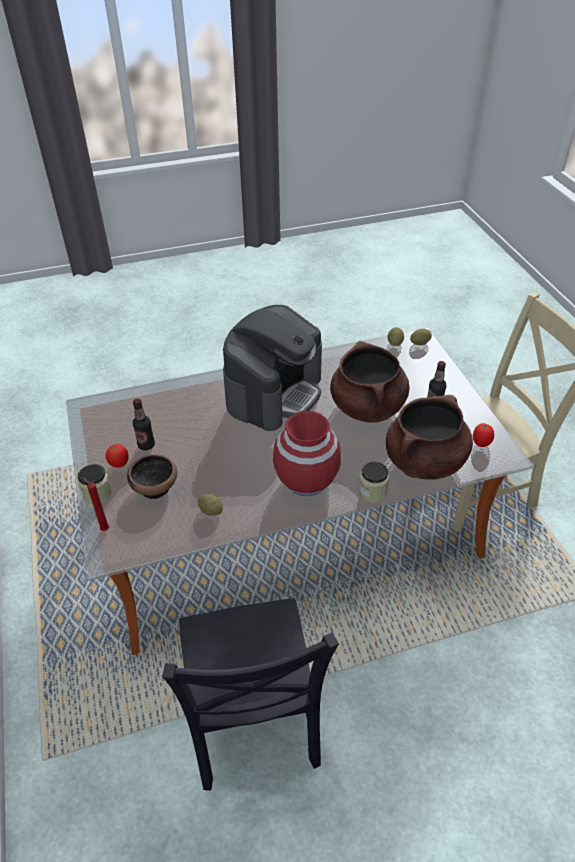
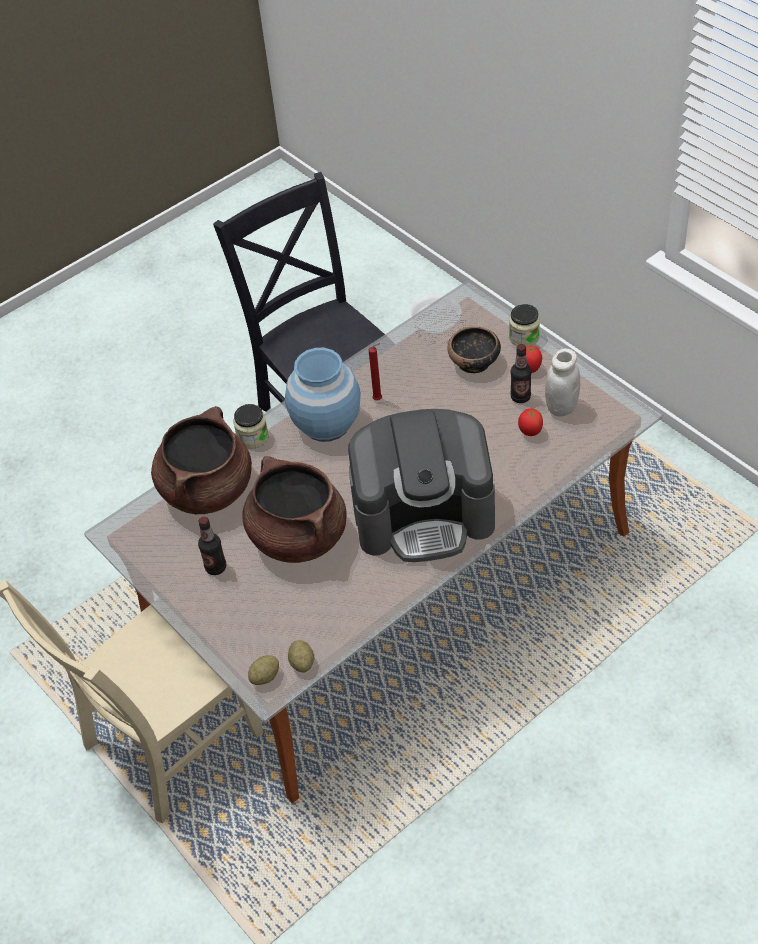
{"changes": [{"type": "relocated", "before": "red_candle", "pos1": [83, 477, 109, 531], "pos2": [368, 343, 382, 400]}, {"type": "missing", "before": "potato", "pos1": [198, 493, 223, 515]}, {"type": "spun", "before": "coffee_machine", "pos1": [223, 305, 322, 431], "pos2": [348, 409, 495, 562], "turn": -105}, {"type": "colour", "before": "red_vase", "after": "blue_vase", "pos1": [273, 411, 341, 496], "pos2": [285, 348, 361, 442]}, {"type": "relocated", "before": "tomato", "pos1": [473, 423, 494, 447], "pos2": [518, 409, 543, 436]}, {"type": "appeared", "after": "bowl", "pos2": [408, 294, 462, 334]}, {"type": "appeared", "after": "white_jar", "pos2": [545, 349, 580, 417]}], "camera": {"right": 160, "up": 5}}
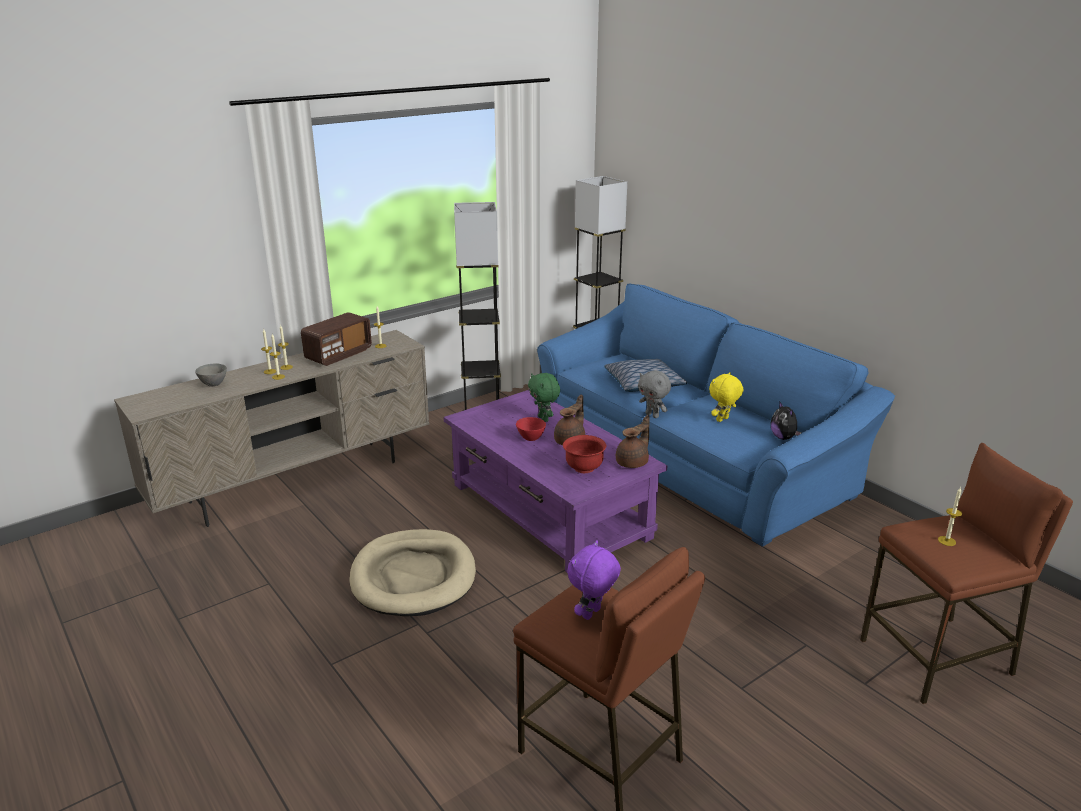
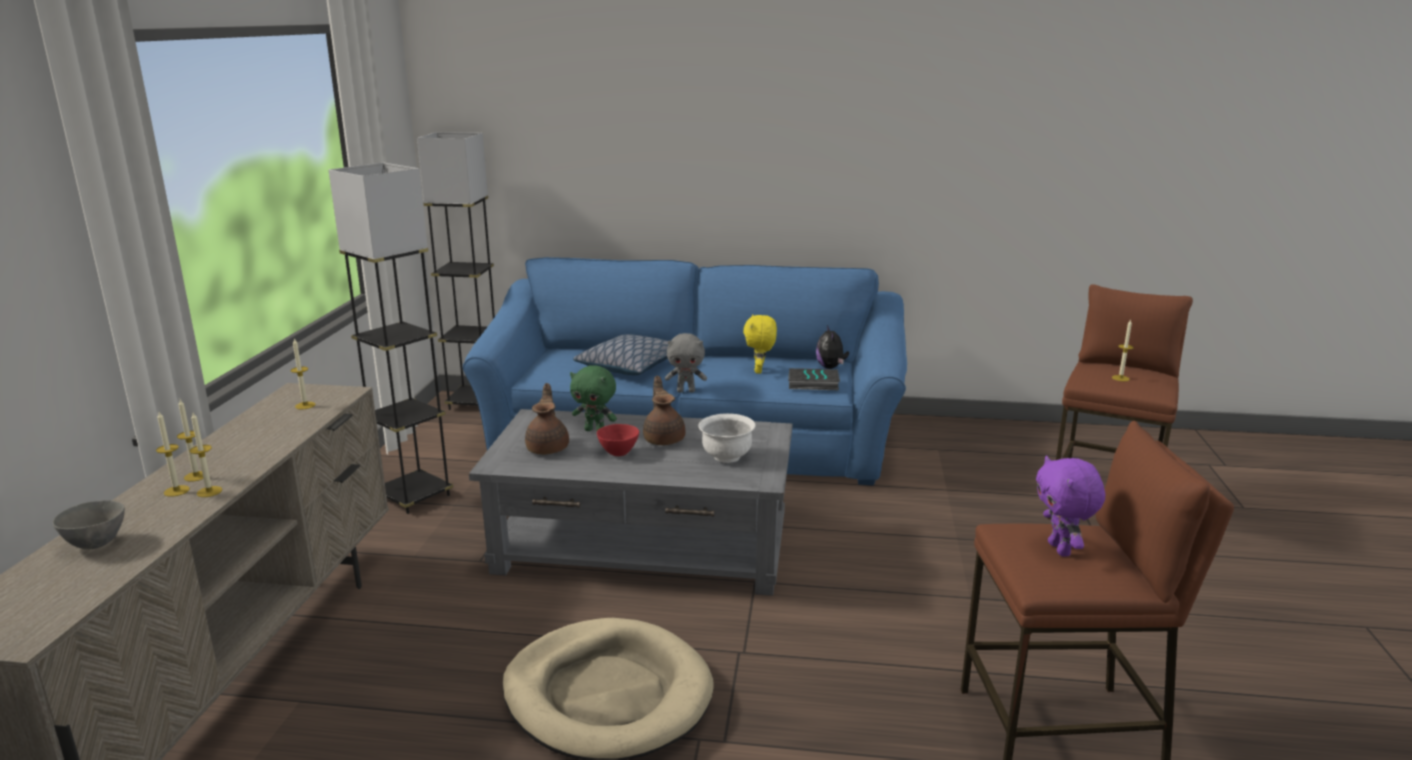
{"changes": [{"type": "missing", "before": "radio", "pos1": [301, 312, 372, 366]}, {"type": "colour", "before": "purple_coffee_table", "after": "grey_coffee_table", "pos1": [443, 390, 667, 572], "pos2": [469, 409, 793, 596]}, {"type": "colour", "before": "red_bowl", "after": "white_bowl", "pos1": [563, 435, 607, 473], "pos2": [698, 413, 756, 463]}, {"type": "relocated", "before": "brown_teapot", "pos1": [616, 415, 650, 468], "pos2": [525, 383, 569, 455]}, {"type": "spun", "before": "plush_toy", "pos1": [770, 401, 801, 440], "pos2": [816, 325, 849, 369], "turn": 60}, {"type": "appeared", "after": "book", "pos2": [788, 368, 840, 390]}], "camera": {"right": -45, "up": -5}}
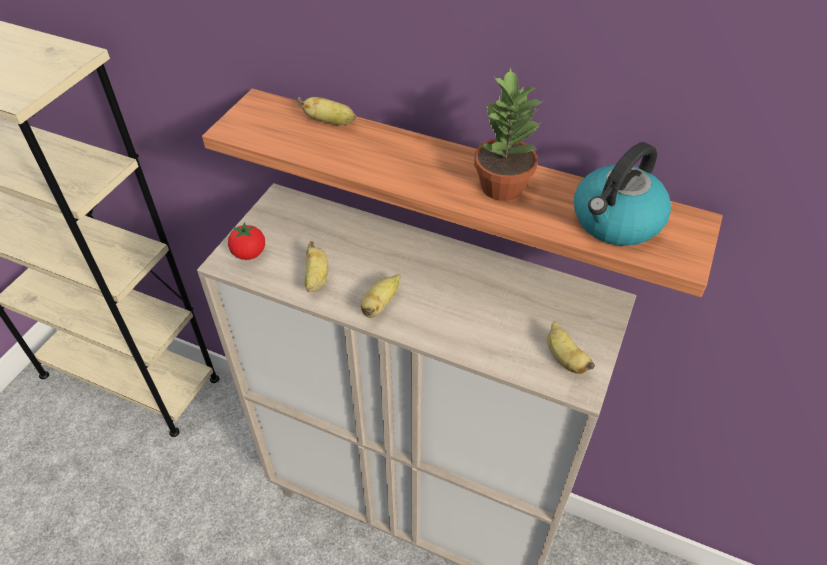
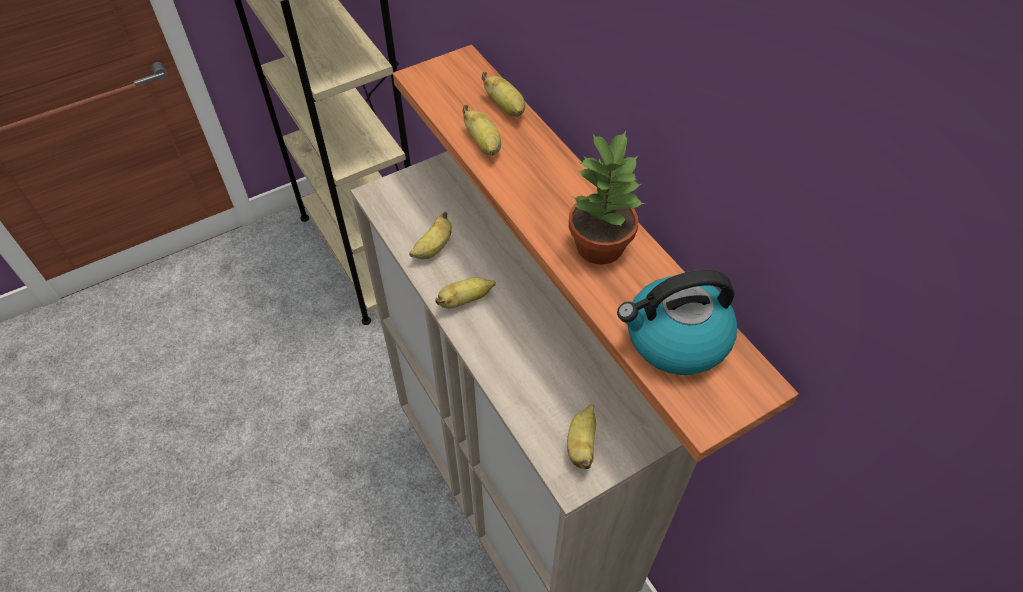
{"changes": [{"type": "missing", "before": "tomato", "pos1": [228, 222, 265, 260]}, {"type": "appeared", "after": "banana", "pos2": [462, 105, 501, 156]}], "camera": {"right": 35, "up": 5}}
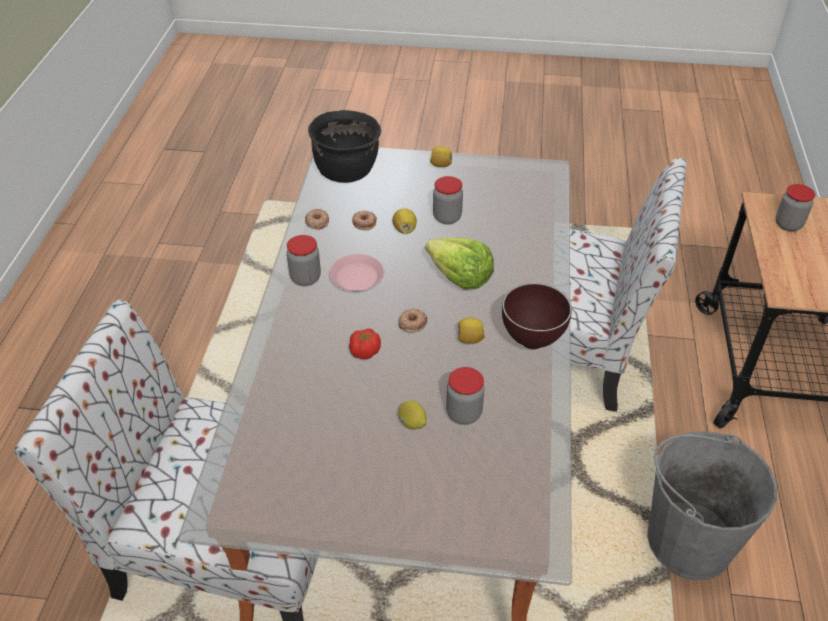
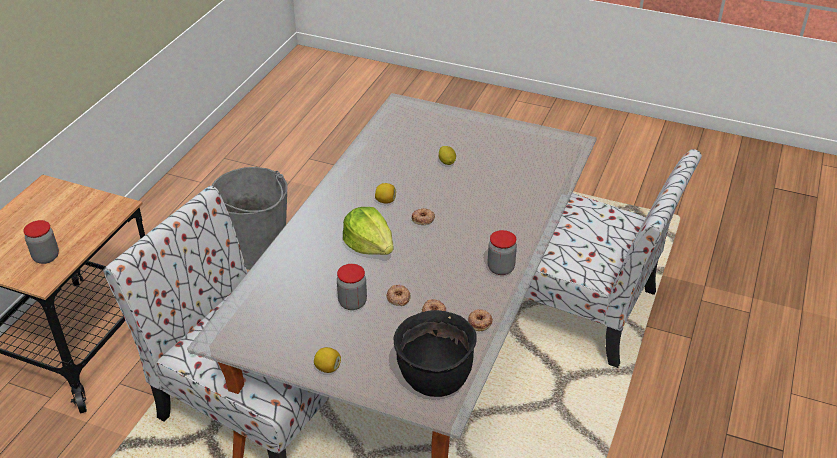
{"changes": [{"type": "missing", "before": "pink_plate", "pos1": [329, 254, 384, 291]}, {"type": "missing", "before": "tomato", "pos1": [349, 328, 381, 359]}, {"type": "exchanged", "before": "lemon", "after": "donut", "pos1": [392, 208, 417, 234], "pos2": [386, 285, 411, 306]}, {"type": "missing", "before": "jar", "pos1": [446, 367, 484, 424]}, {"type": "missing", "before": "brown_bowl", "pos1": [502, 283, 572, 349]}], "camera": {"right": -165, "up": -5}}
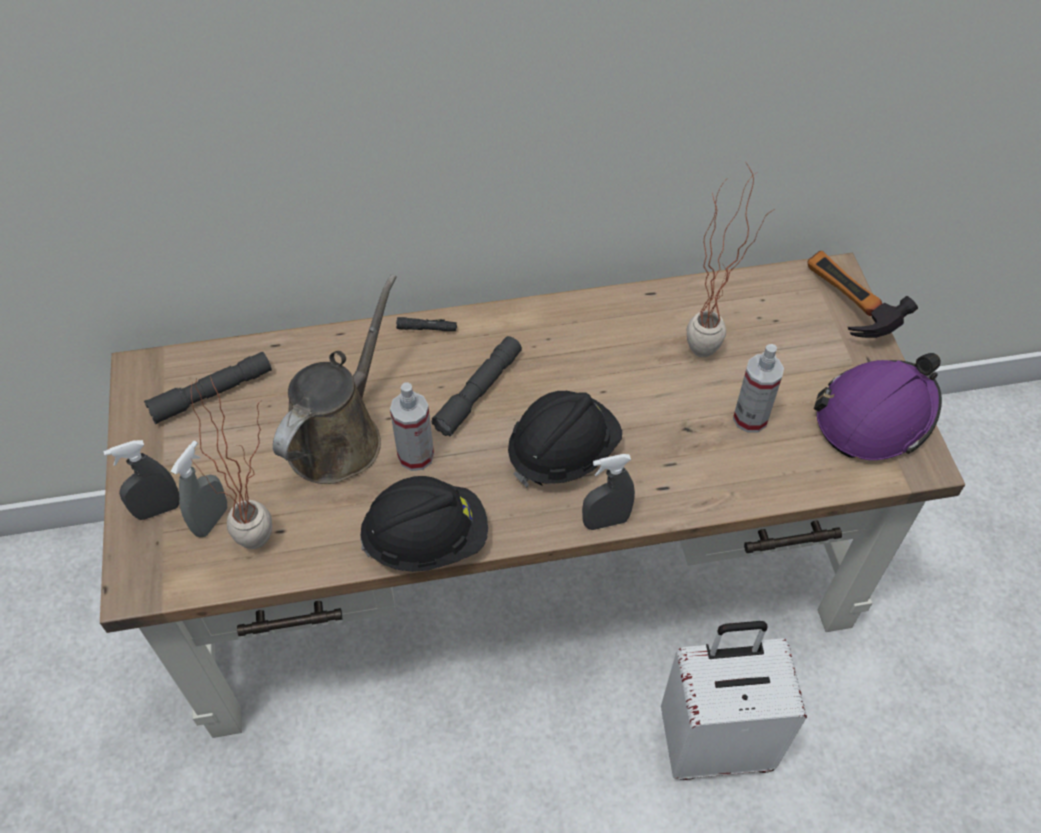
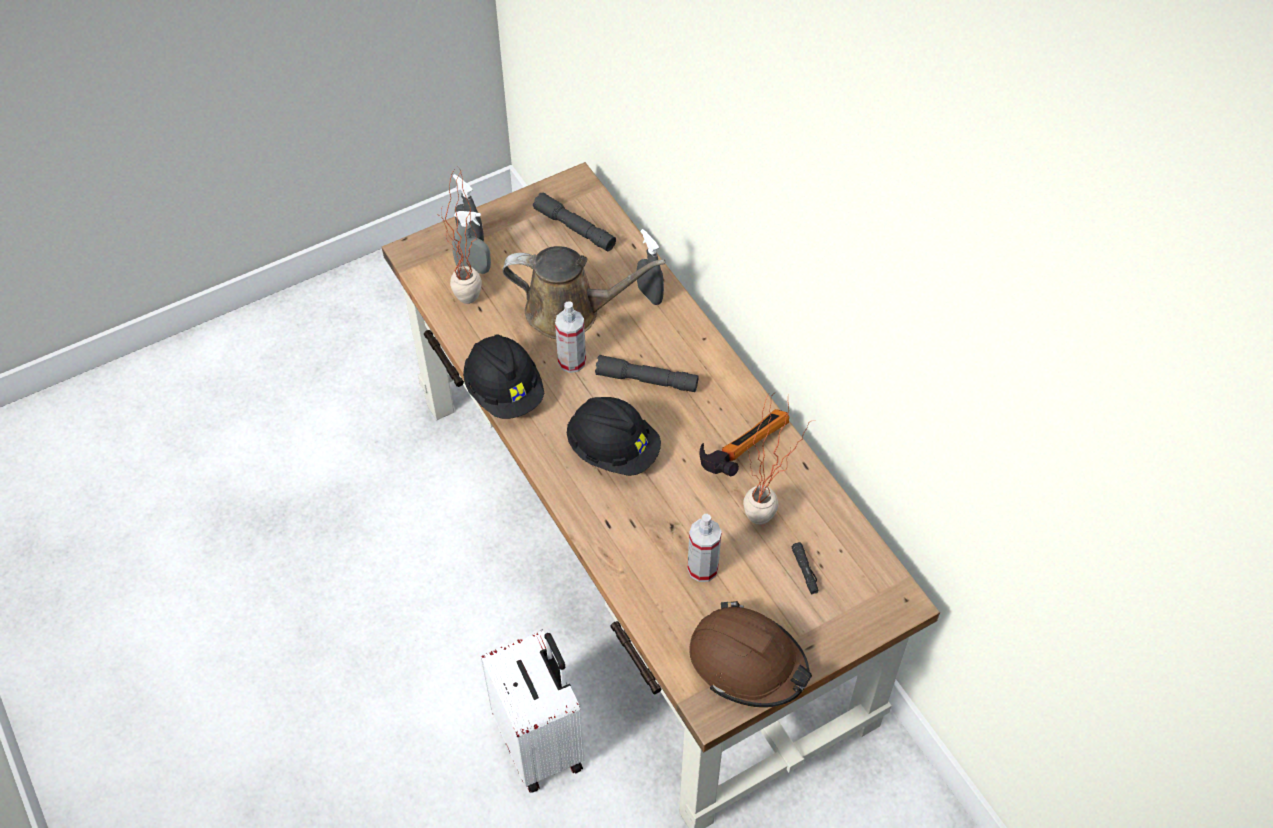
{"changes": [{"type": "relocated", "before": "black_flashlight", "pos1": [396, 317, 457, 331], "pos2": [791, 542, 818, 594]}, {"type": "relocated", "before": "grey_spray_bottle", "pos1": [582, 454, 635, 530], "pos2": [637, 229, 664, 305]}, {"type": "relocated", "before": "hammer", "pos1": [807, 251, 918, 338], "pos2": [699, 409, 789, 476]}, {"type": "colour", "before": "purple_hard_hat", "after": "brown_hard_hat", "pos1": [814, 353, 942, 460], "pos2": [689, 601, 812, 707]}], "camera": {"right": 70, "up": 0}}
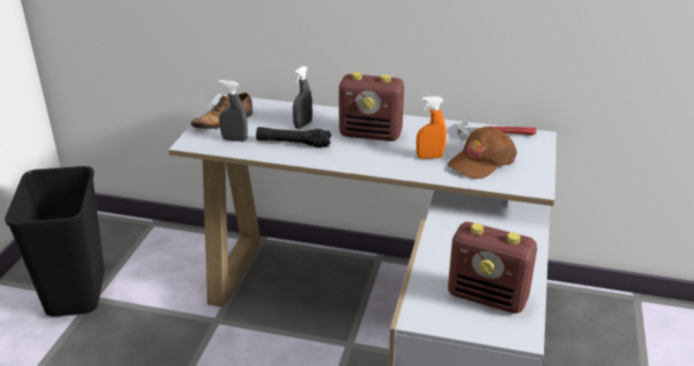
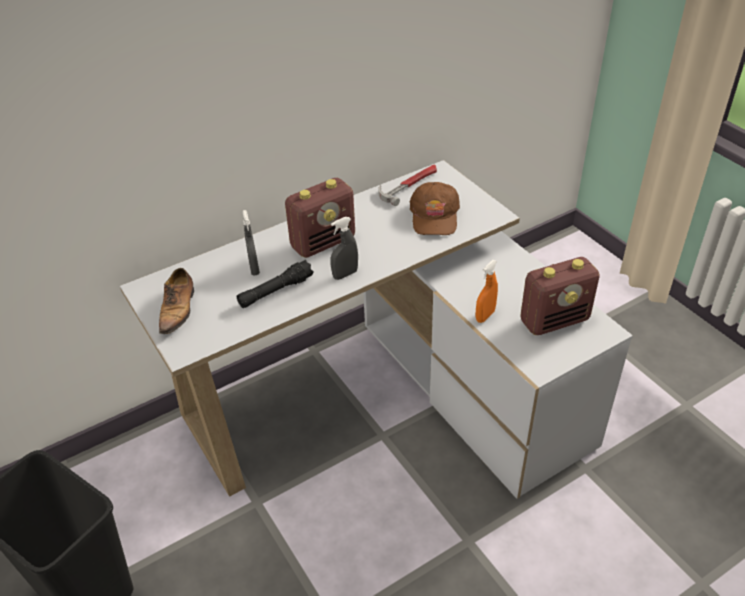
{"changes": [{"type": "relocated", "before": "grey_spray_bottle", "pos1": [219, 80, 248, 142], "pos2": [330, 217, 358, 280]}, {"type": "relocated", "before": "orange_spray_bottle", "pos1": [416, 96, 446, 159], "pos2": [475, 260, 498, 323]}], "camera": {"right": -45, "up": 10}}
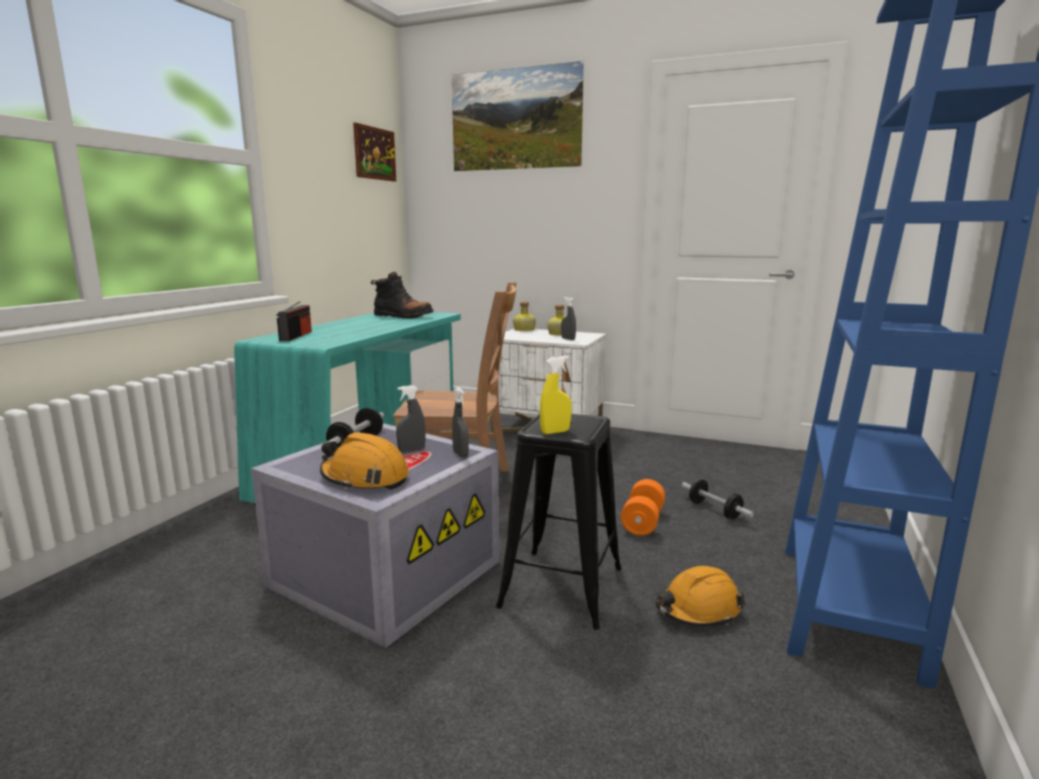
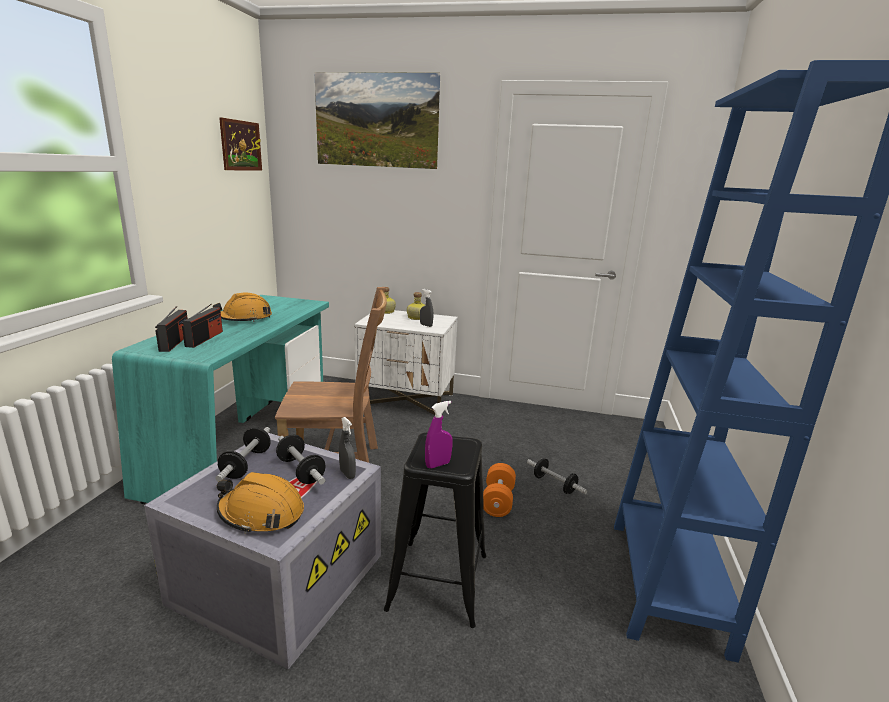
{"changes": [{"type": "missing", "before": "black_boot", "pos1": [370, 272, 434, 319]}, {"type": "exchanged", "before": "grey_spray_bottle", "after": "dumbbell", "pos1": [396, 385, 426, 453], "pos2": [276, 434, 325, 485]}, {"type": "colour", "before": "yellow_spray_bottle", "after": "purple_spray_bottle", "pos1": [540, 356, 572, 434], "pos2": [425, 401, 453, 468]}, {"type": "relocated", "before": "orange_hard_hat", "pos1": [656, 566, 745, 627], "pos2": [213, 293, 272, 322]}, {"type": "appeared", "after": "radio", "pos2": [182, 304, 223, 348]}], "camera": {"right": -10, "up": 5}}
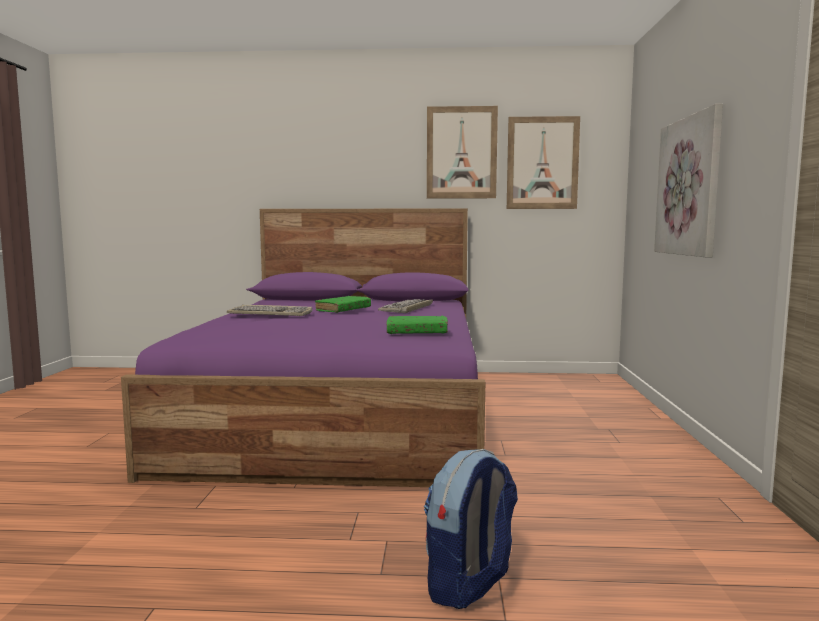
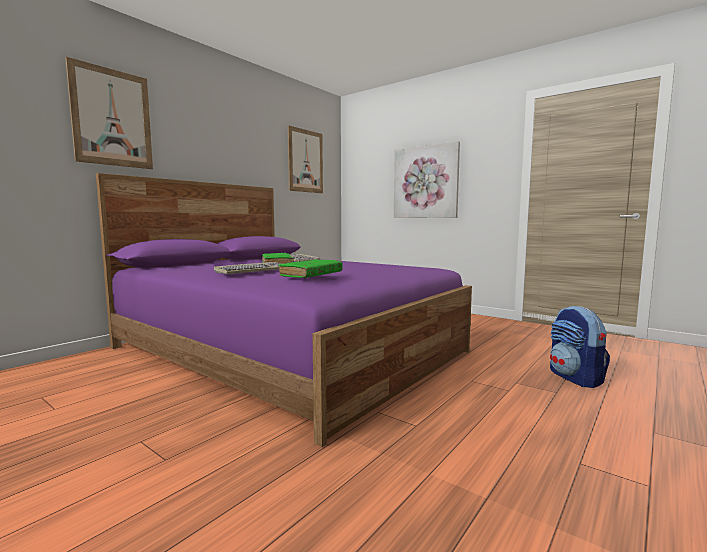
{"changes": [{"type": "relocated", "before": "green_book", "pos1": [386, 316, 448, 334], "pos2": [279, 259, 343, 278]}, {"type": "relocated", "before": "picture", "pos1": [427, 106, 498, 199], "pos2": [65, 57, 153, 169]}], "camera": {"right": -55, "up": 0}}
